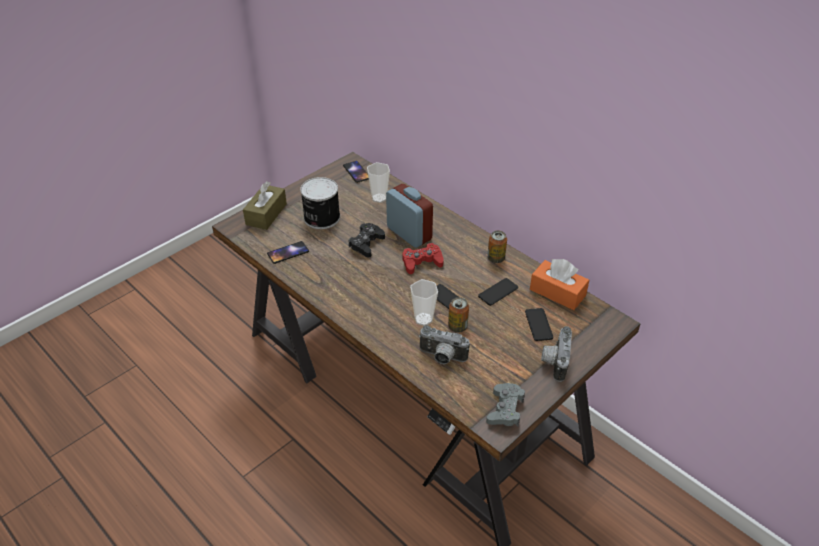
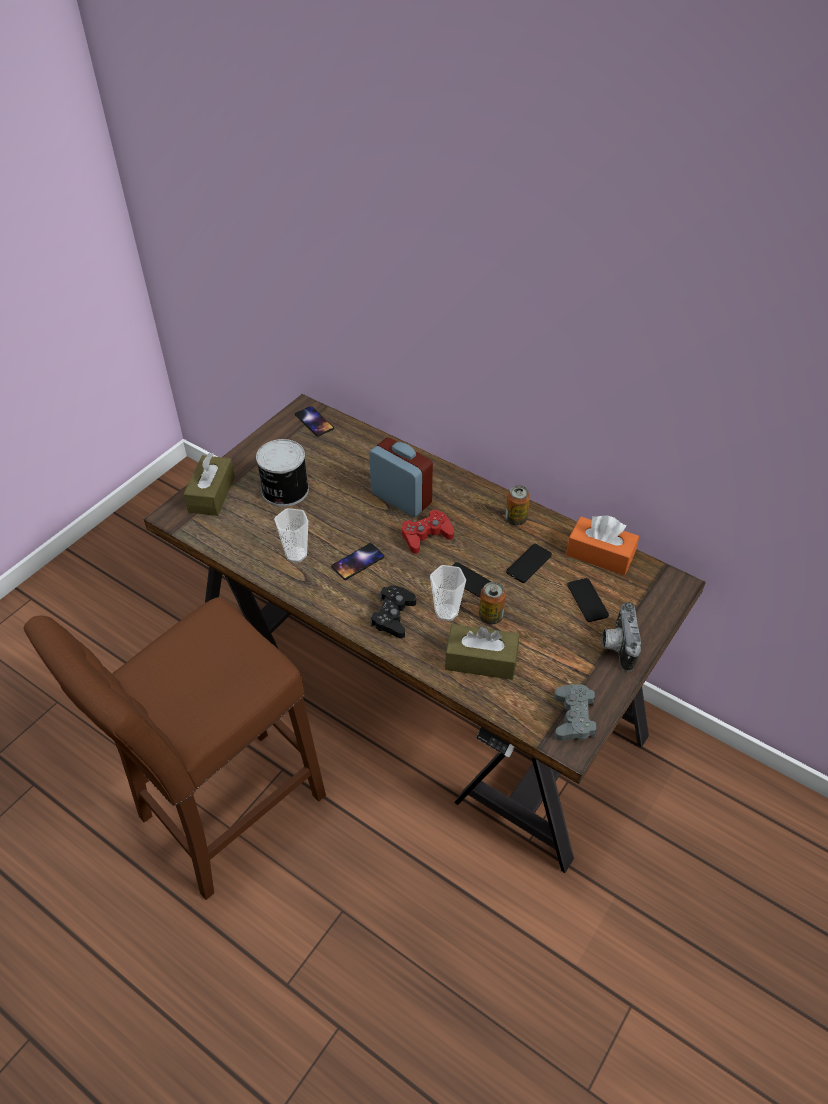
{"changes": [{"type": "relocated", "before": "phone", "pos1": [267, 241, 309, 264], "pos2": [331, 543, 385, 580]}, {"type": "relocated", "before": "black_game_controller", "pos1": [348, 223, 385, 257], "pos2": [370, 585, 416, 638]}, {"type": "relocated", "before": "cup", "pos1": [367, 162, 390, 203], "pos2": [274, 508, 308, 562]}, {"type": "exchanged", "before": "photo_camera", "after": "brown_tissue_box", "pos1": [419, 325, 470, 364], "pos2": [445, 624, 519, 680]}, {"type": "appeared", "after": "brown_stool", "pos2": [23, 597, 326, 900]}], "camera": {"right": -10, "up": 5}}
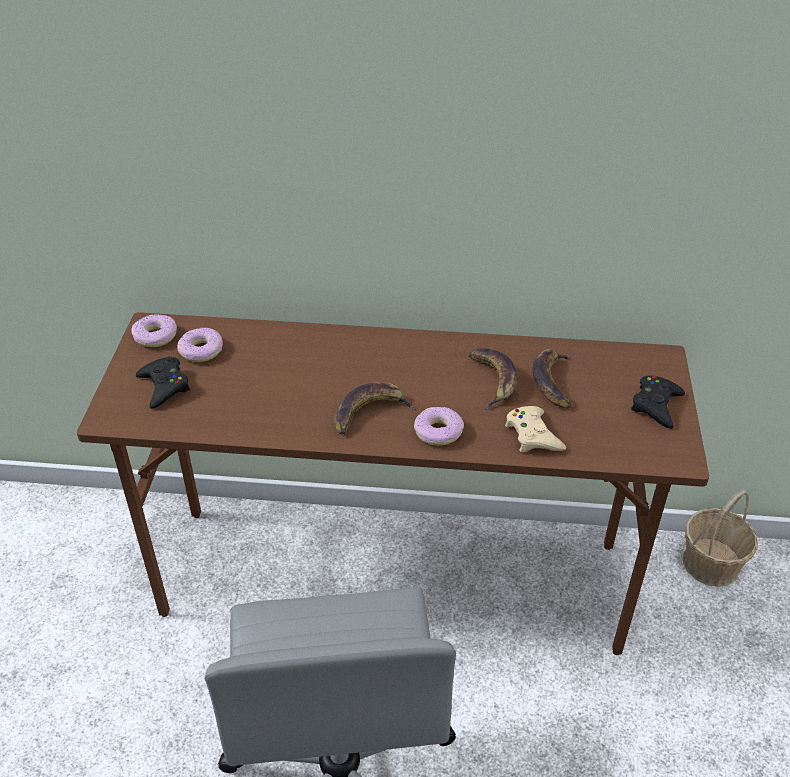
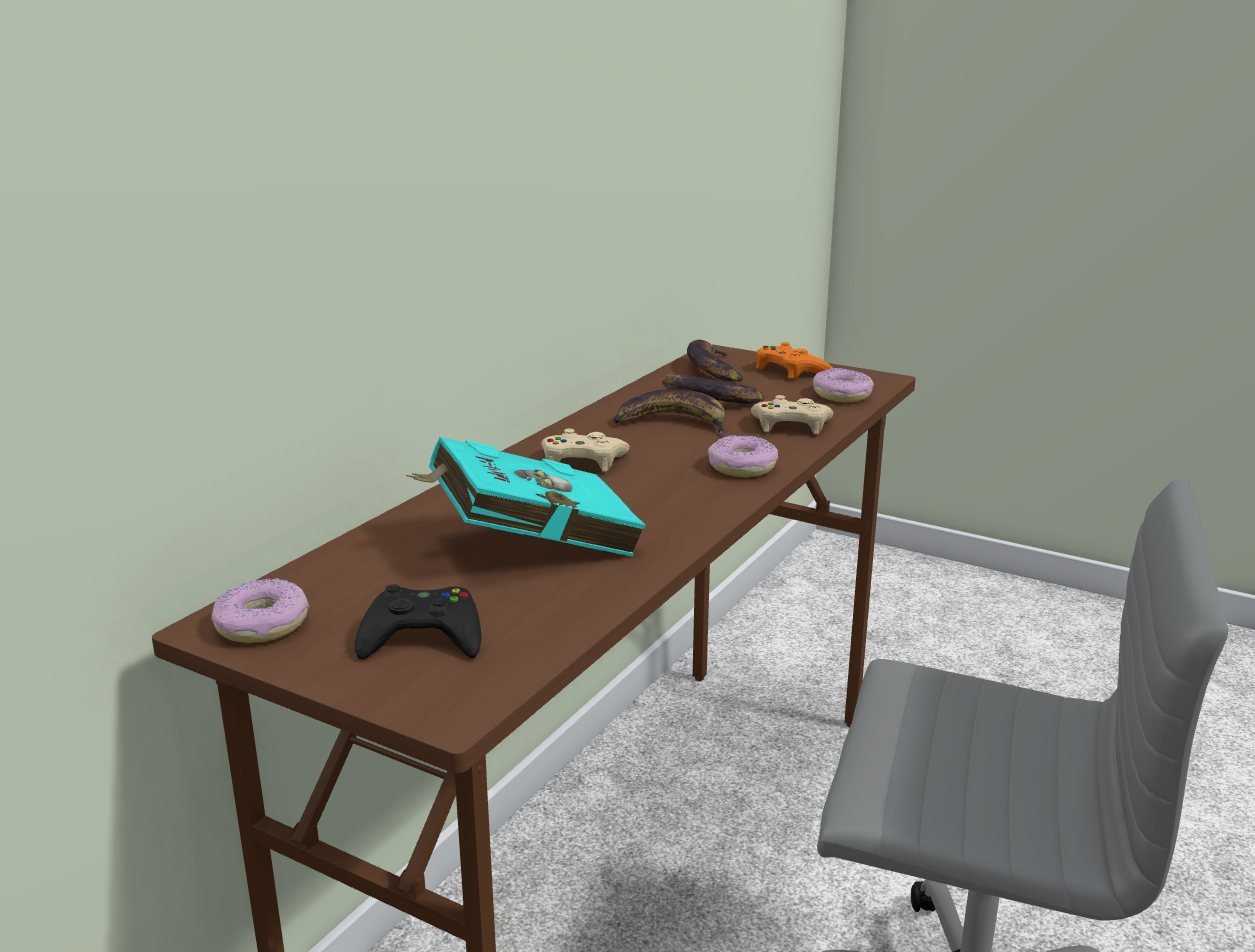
{"changes": [{"type": "relocated", "before": "donut", "pos1": [177, 327, 223, 362], "pos2": [813, 368, 874, 402]}, {"type": "relocated", "before": "banana", "pos1": [334, 382, 417, 434], "pos2": [687, 339, 743, 382]}, {"type": "colour", "before": "black_game_controller", "after": "orange_game_controller", "pos1": [631, 376, 685, 429], "pos2": [756, 342, 833, 379]}, {"type": "missing", "before": "basket", "pos1": [683, 490, 758, 587]}, {"type": "appeared", "after": "turquoise_book", "pos2": [406, 437, 646, 557]}, {"type": "appeared", "after": "beige_game_controller", "pos2": [541, 429, 630, 472]}], "camera": {"right": -65, "up": -20}}
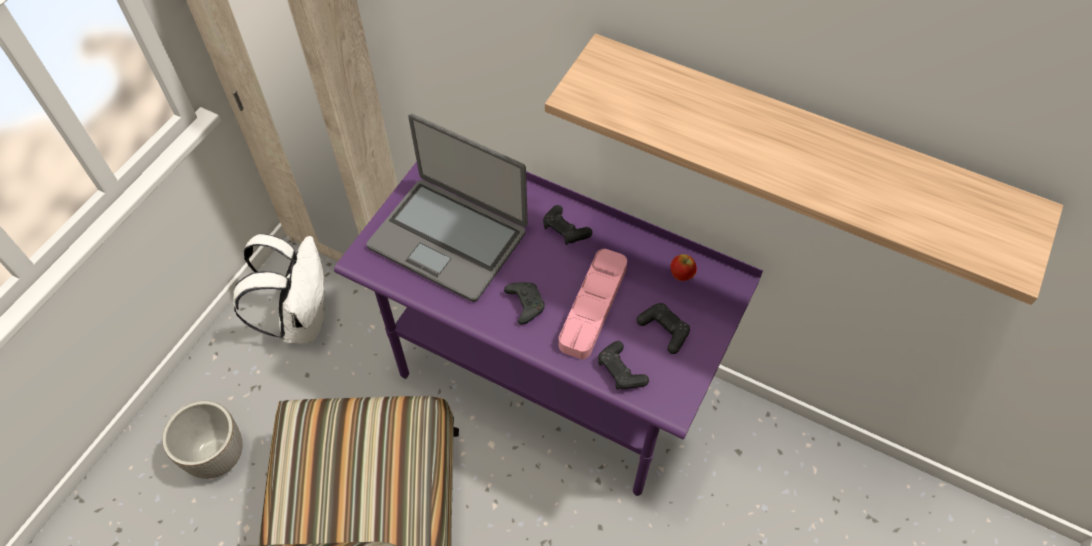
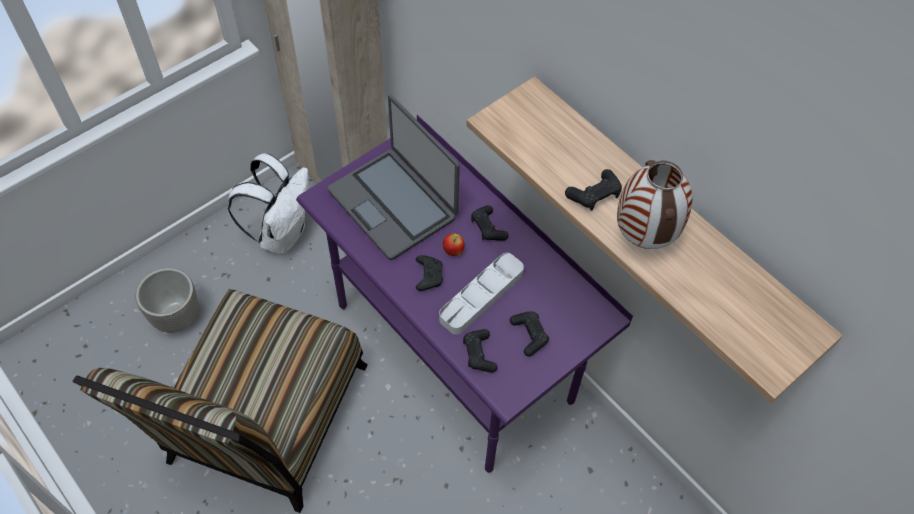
{"changes": [{"type": "colour", "before": "pink_tray", "after": "grey_tray", "pos1": [559, 249, 627, 359], "pos2": [439, 253, 524, 335]}, {"type": "relocated", "before": "apple", "pos1": [670, 254, 697, 281], "pos2": [443, 233, 464, 256]}, {"type": "appeared", "after": "black_game_controller", "pos2": [565, 169, 622, 211]}, {"type": "appeared", "after": "vase", "pos2": [617, 160, 692, 249]}], "camera": {"right": 20, "up": 0}}
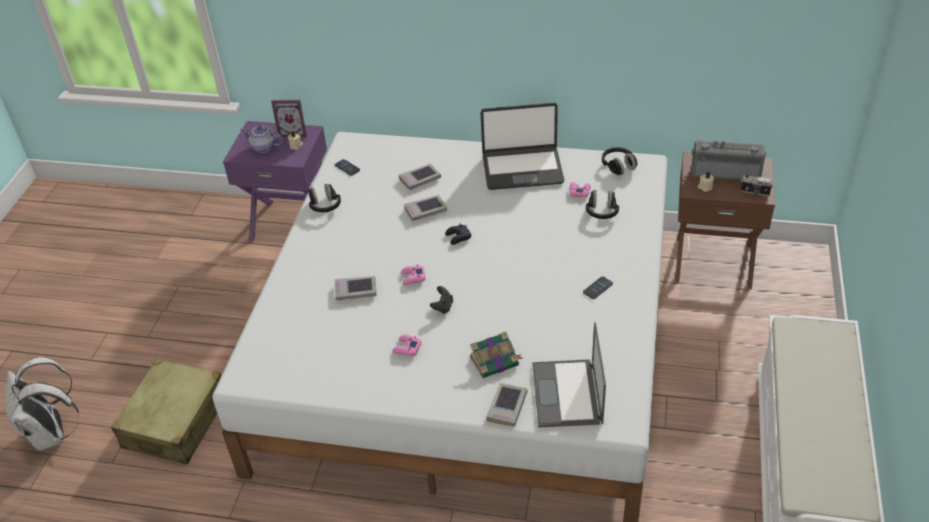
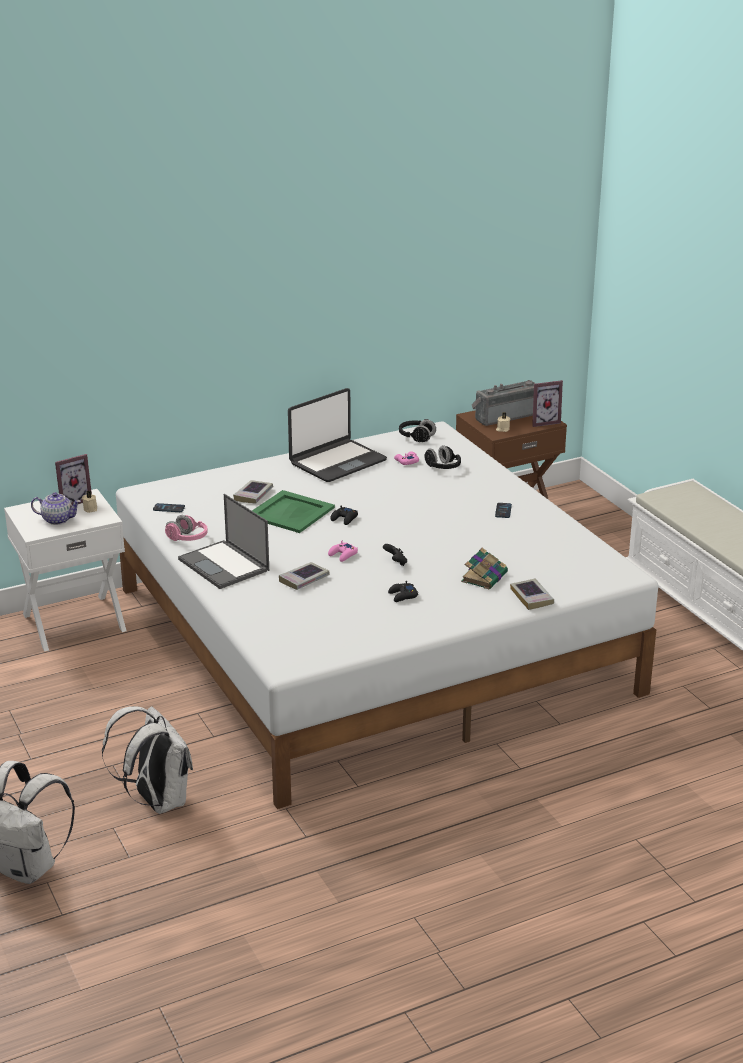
{"changes": [{"type": "exchanged", "before": "beige_suitcase", "after": "white_backpack", "pos1": [111, 359, 221, 464], "pos2": [102, 706, 193, 814]}, {"type": "colour", "before": "purple_nightstand", "after": "white_nightstand", "pos1": [223, 121, 327, 243], "pos2": [4, 489, 126, 651]}, {"type": "spun", "before": "teapot", "pos1": [240, 125, 283, 153], "pos2": [31, 492, 81, 525], "turn": -150}, {"type": "colour", "before": "black_headphones", "after": "pink_headphones", "pos1": [308, 183, 341, 212], "pos2": [165, 515, 208, 541]}, {"type": "colour", "before": "pink_game_controller", "after": "black_game_controller", "pos1": [392, 334, 422, 356], "pos2": [388, 581, 418, 602]}, {"type": "exchanged", "before": "book", "after": "green_tray", "pos1": [404, 195, 447, 221], "pos2": [252, 490, 335, 533]}, {"type": "relocated", "before": "laptop", "pos1": [532, 322, 606, 428], "pos2": [178, 494, 269, 589]}, {"type": "exchanged", "before": "photo_camera", "after": "picture_frame", "pos1": [740, 175, 773, 196], "pos2": [532, 380, 563, 427]}], "camera": {"right": -40, "up": -15}}
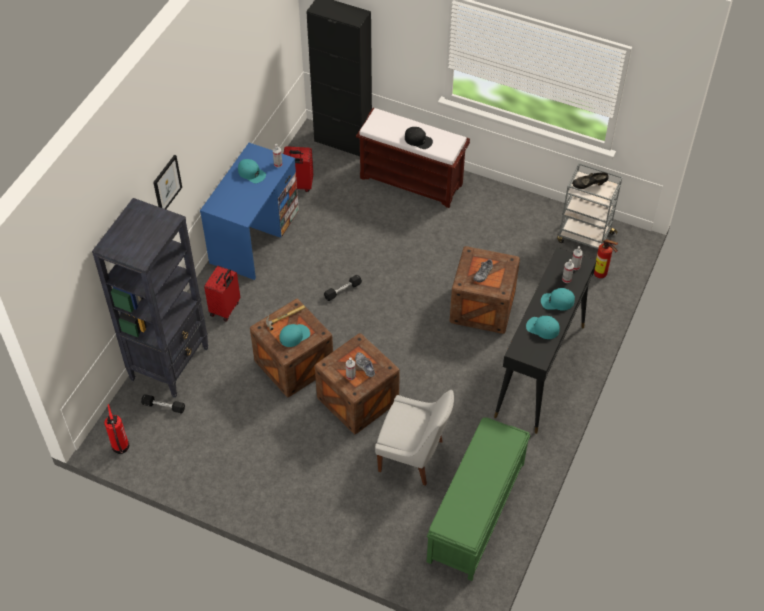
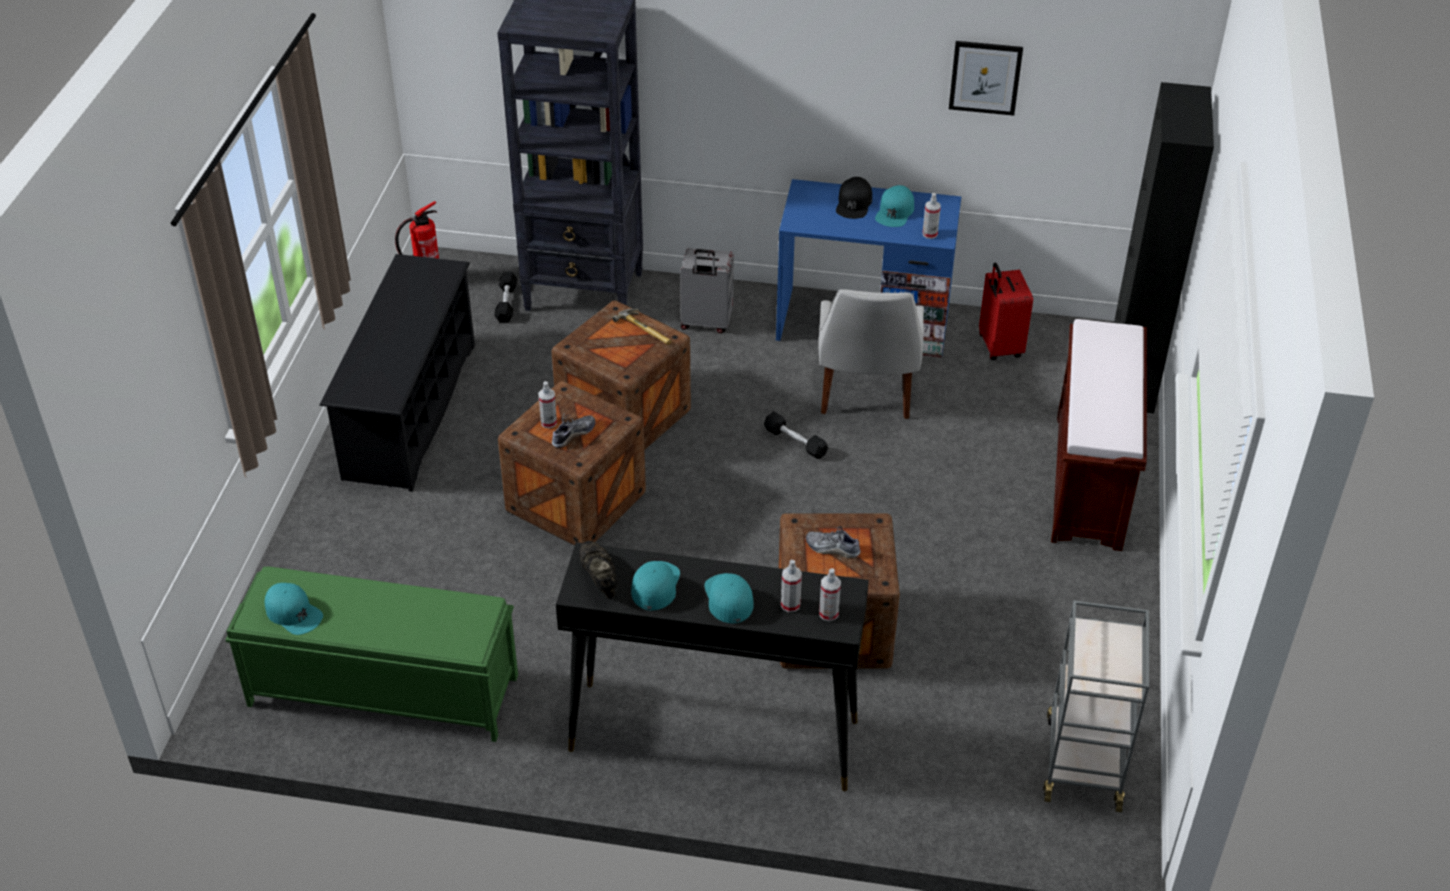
{"changes": [{"type": "relocated", "before": "picture", "pos1": [153, 155, 182, 209], "pos2": [949, 41, 1023, 116]}, {"type": "colour", "before": "red_suitcase", "after": "grey_suitcase", "pos1": [204, 266, 240, 322], "pos2": [680, 248, 734, 333]}, {"type": "relocated", "before": "turquoise_cap", "pos1": [280, 324, 310, 347], "pos2": [265, 583, 323, 635]}, {"type": "relocated", "before": "white_chair", "pos1": [375, 390, 454, 486], "pos2": [818, 289, 924, 419]}, {"type": "relocated", "before": "black_cap", "pos1": [405, 127, 433, 149], "pos2": [836, 177, 872, 219]}, {"type": "relocated", "before": "black_shoe", "pos1": [572, 172, 608, 189], "pos2": [579, 541, 617, 598]}, {"type": "missing", "before": "fire_extinguisher", "pos1": [594, 239, 618, 278]}, {"type": "appeared", "after": "black_shoe_rack", "pos2": [319, 254, 475, 492]}], "camera": {"right": 75, "up": -10}}
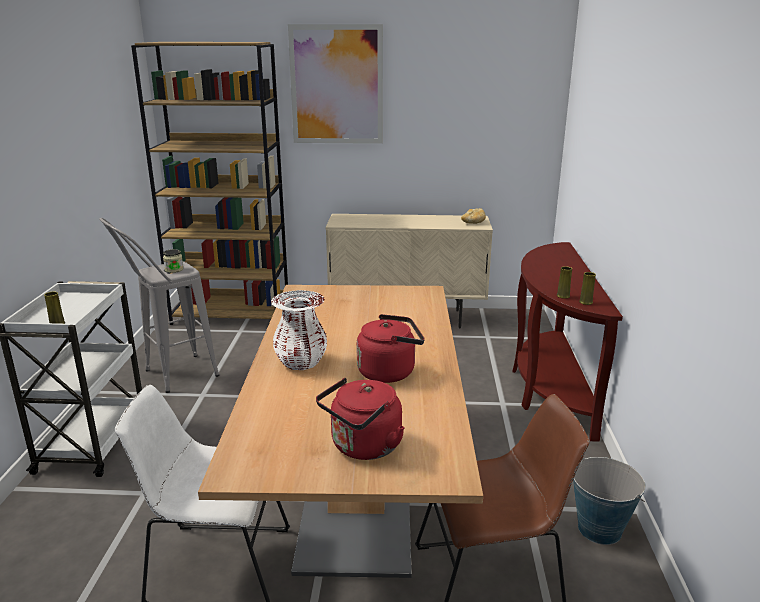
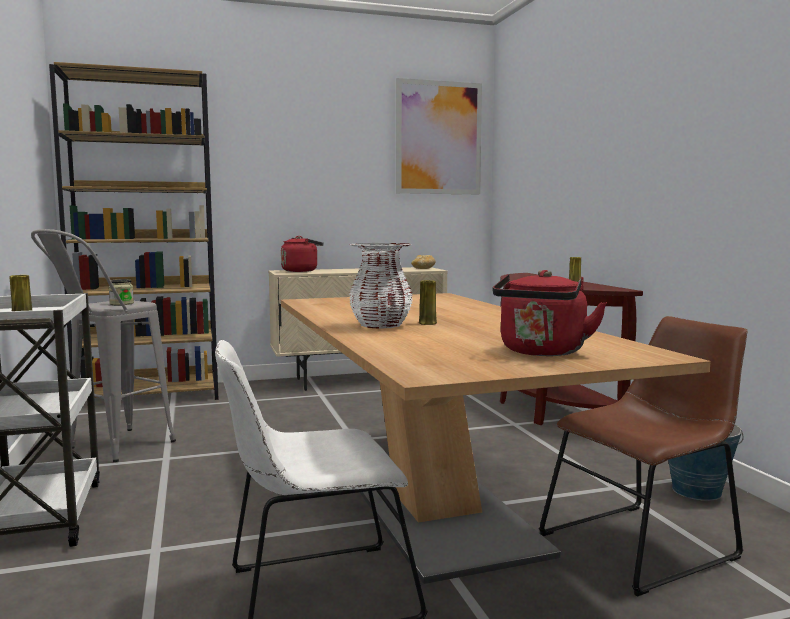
{"changes": [{"type": "relocated", "before": "picture", "pos1": [288, 24, 383, 144], "pos2": [396, 78, 482, 194]}, {"type": "relocated", "before": "red_kettle", "pos1": [356, 314, 425, 383], "pos2": [281, 236, 324, 272]}, {"type": "relocated", "before": "yellow_vase", "pos1": [579, 272, 596, 305], "pos2": [419, 280, 437, 325]}], "camera": {"right": -20, "up": -15}}
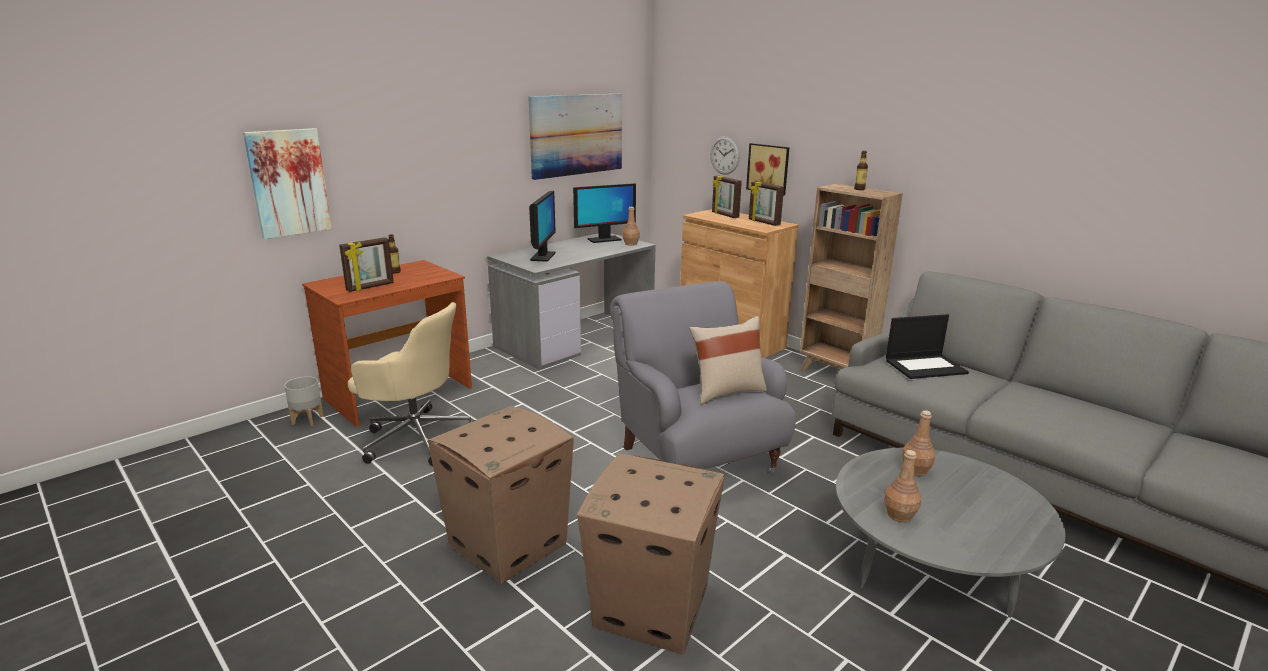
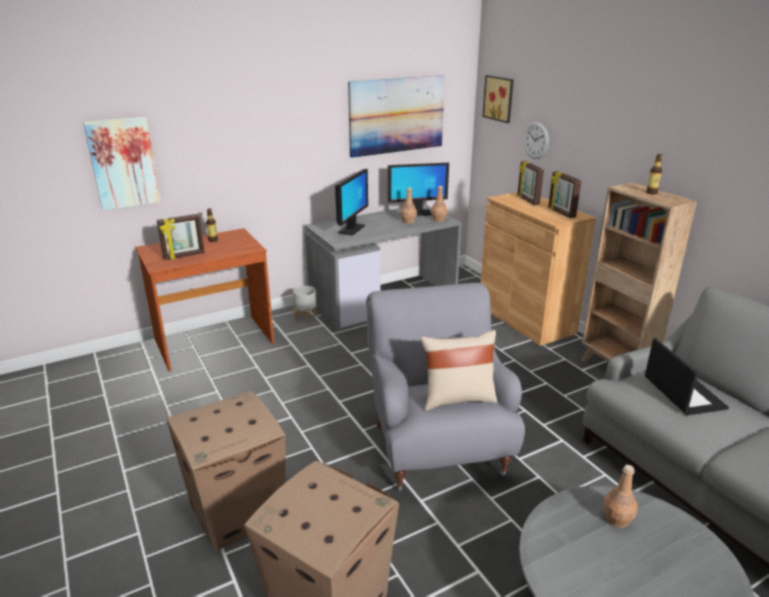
{"changes": [{"type": "relocated", "before": "grey_planter", "pos1": [284, 376, 324, 426], "pos2": [293, 286, 317, 323]}, {"type": "missing", "before": "beige_office_chair", "pos1": [348, 302, 475, 466]}, {"type": "relocated", "before": "picture", "pos1": [746, 143, 790, 196], "pos2": [482, 75, 514, 123]}, {"type": "relocated", "before": "brown_bottle", "pos1": [884, 450, 921, 522], "pos2": [401, 187, 417, 224]}, {"type": "spun", "before": "laptop", "pos1": [886, 314, 969, 379], "pos2": [645, 338, 729, 415], "turn": -105}], "camera": {"right": 15, "up": 5}}
